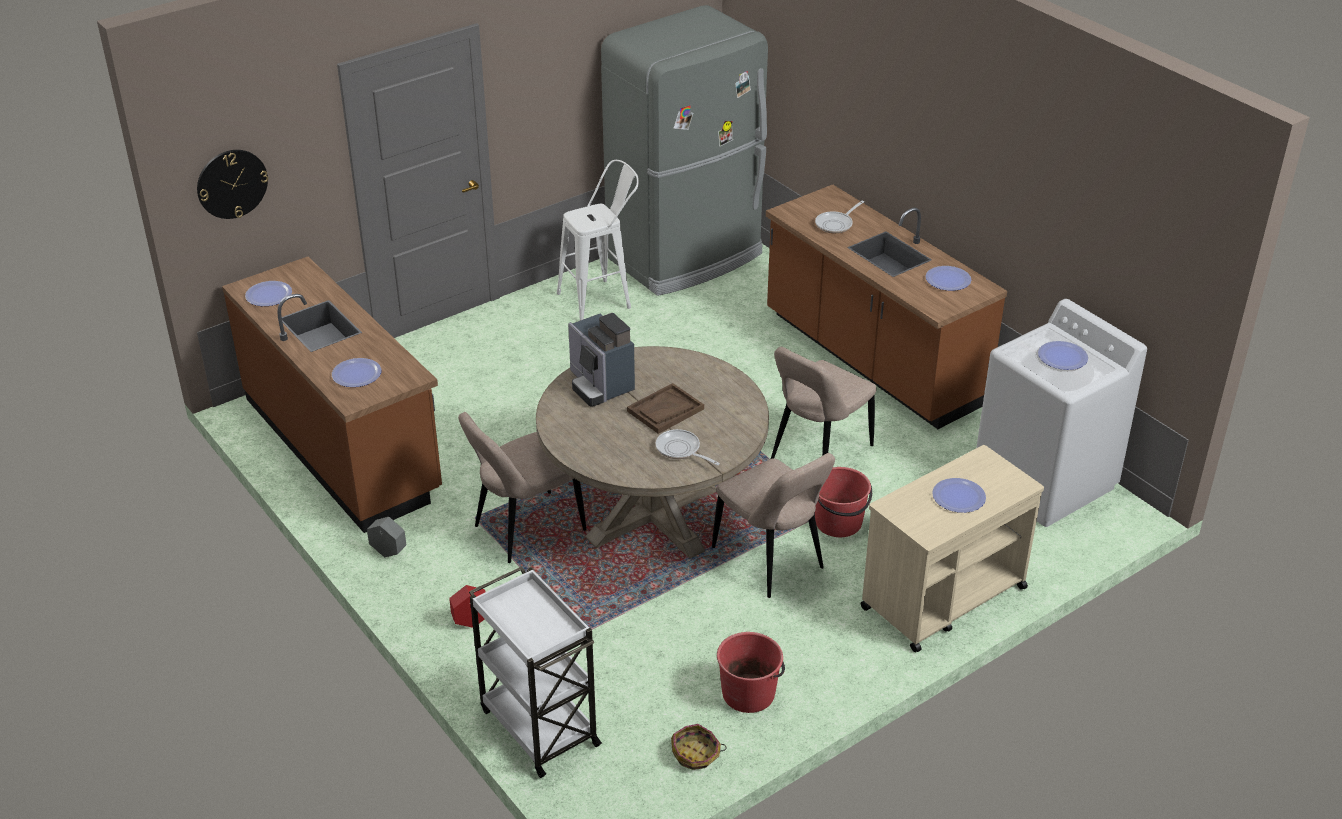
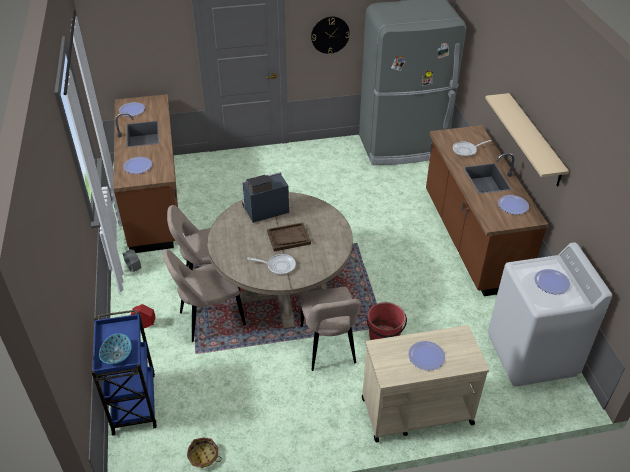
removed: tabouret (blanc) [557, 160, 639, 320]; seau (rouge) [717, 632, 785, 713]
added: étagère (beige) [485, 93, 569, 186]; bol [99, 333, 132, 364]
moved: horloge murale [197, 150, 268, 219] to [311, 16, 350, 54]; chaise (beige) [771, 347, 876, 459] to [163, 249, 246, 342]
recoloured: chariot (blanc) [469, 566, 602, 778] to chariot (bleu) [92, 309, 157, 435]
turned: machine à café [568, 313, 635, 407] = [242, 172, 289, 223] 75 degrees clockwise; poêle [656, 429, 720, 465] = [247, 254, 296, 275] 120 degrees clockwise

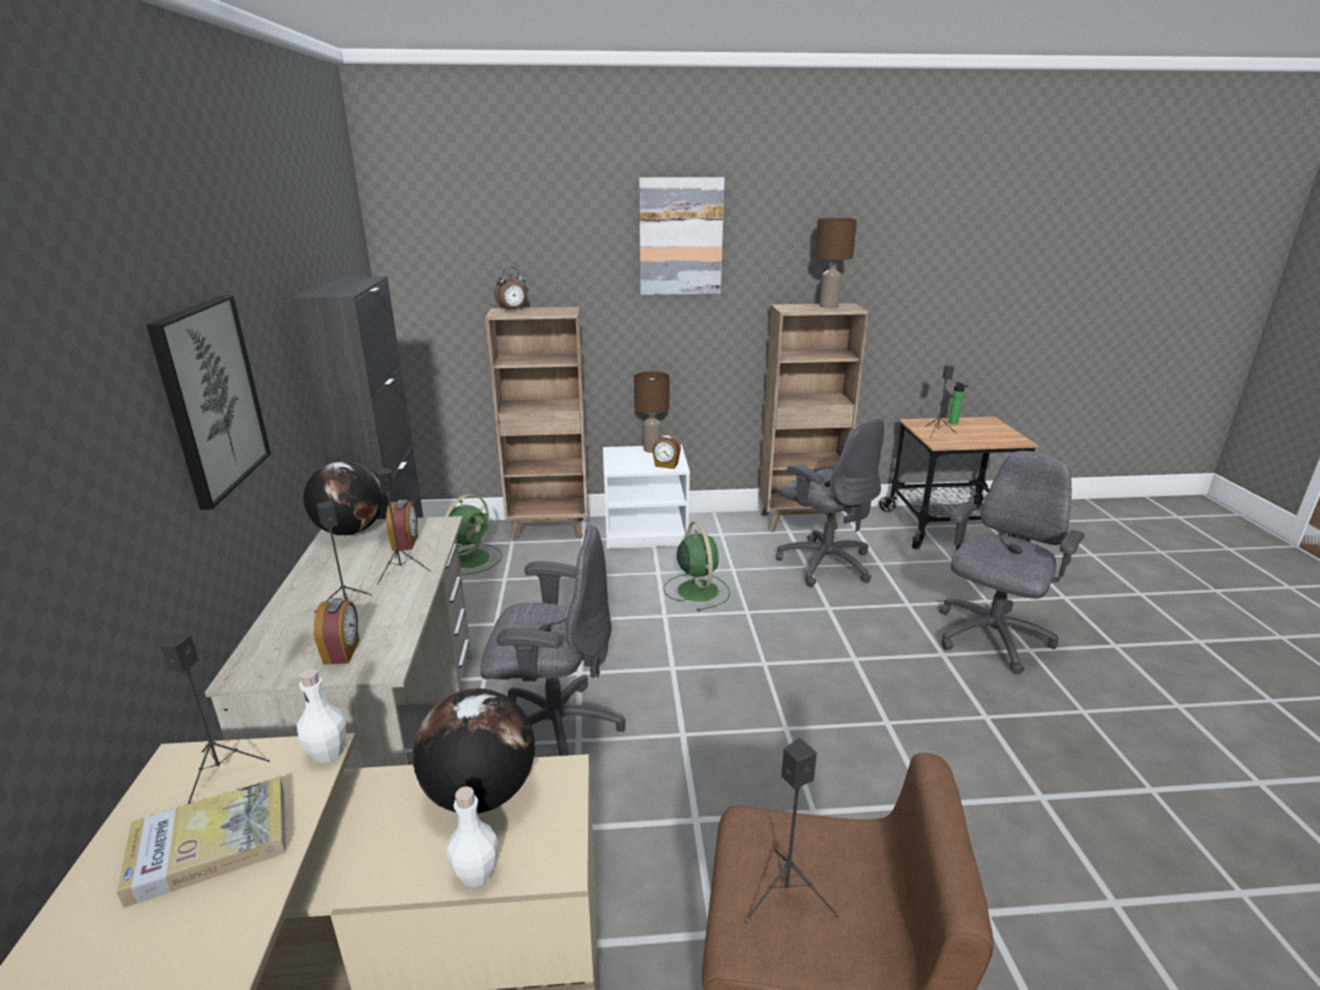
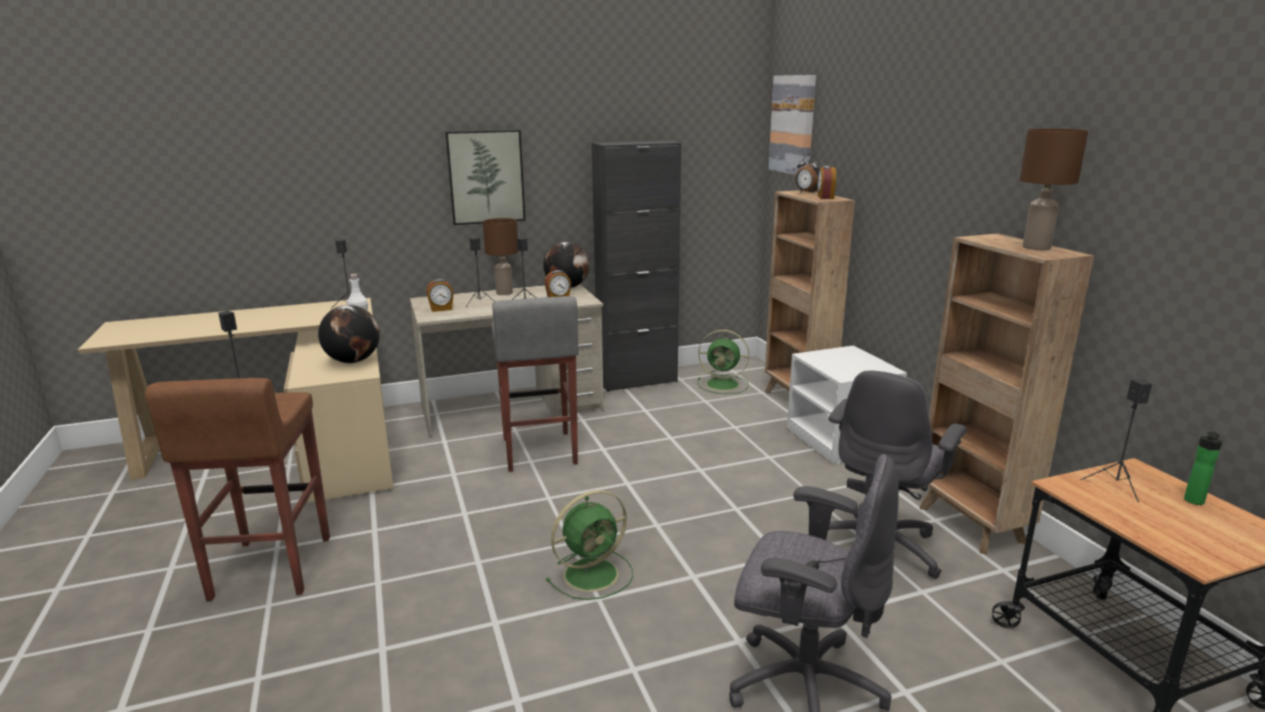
removed: livre [117, 777, 286, 908]; bouteille (blanc) [446, 786, 498, 887]
moved: tableau [639, 177, 725, 295] to [769, 75, 816, 175]; lampe de table (marron) [634, 371, 669, 453] to [483, 218, 518, 295]; réveil [652, 435, 681, 469] to [817, 166, 836, 199]; ventilateur (vert) [664, 521, 730, 611] to [545, 490, 633, 600]
replaced: chaise de bureau (gris) [480, 525, 626, 756] to tabouret (gris) [492, 296, 579, 472]

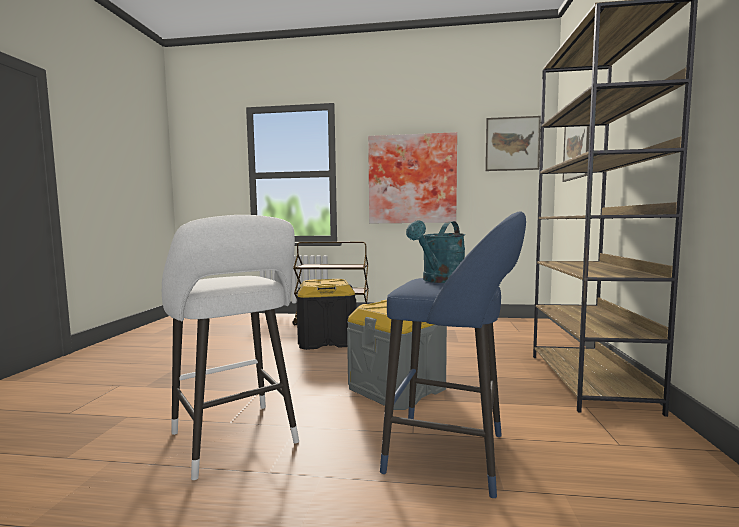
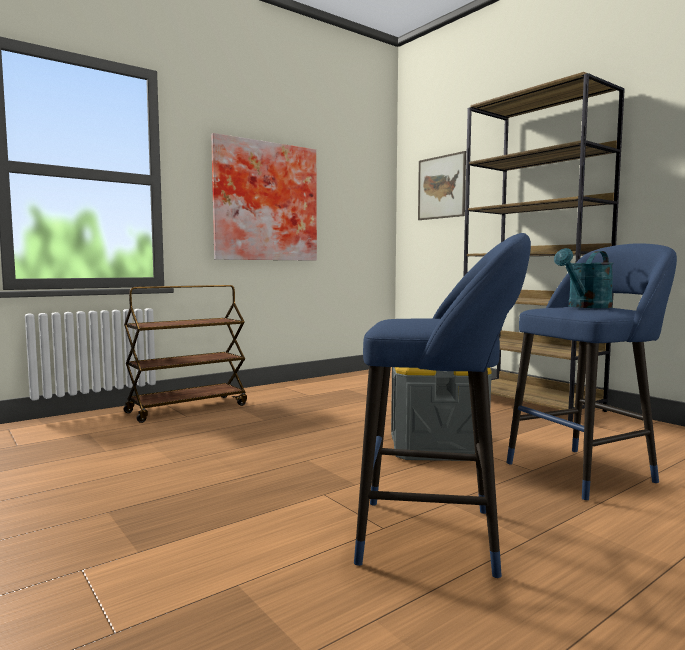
removed: tableau [485, 116, 541, 171]; boîte de rangement (noir) [297, 279, 356, 350]
recoloured: tabouret (blanc) [162, 215, 299, 480] to tabouret (bleu) [354, 233, 531, 578]
turned: arrosoir (turquoise) [406, 220, 465, 283] = [554, 248, 614, 308] 60 degrees clockwise

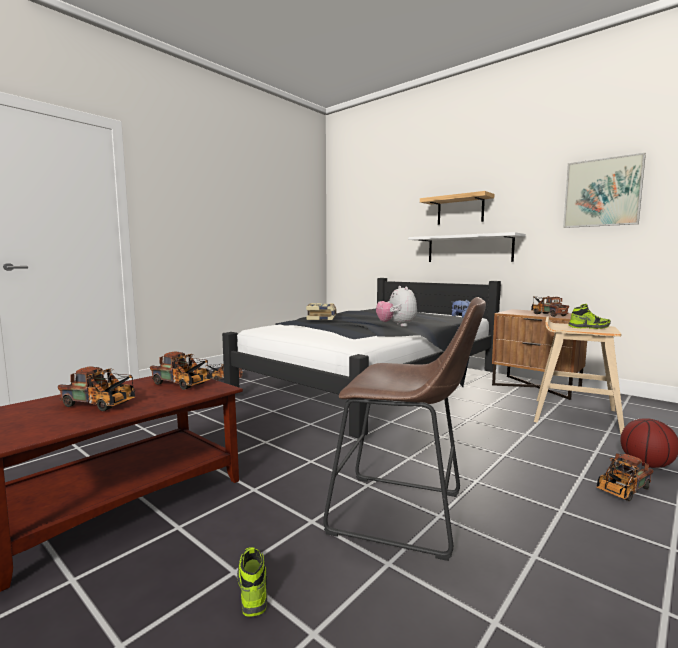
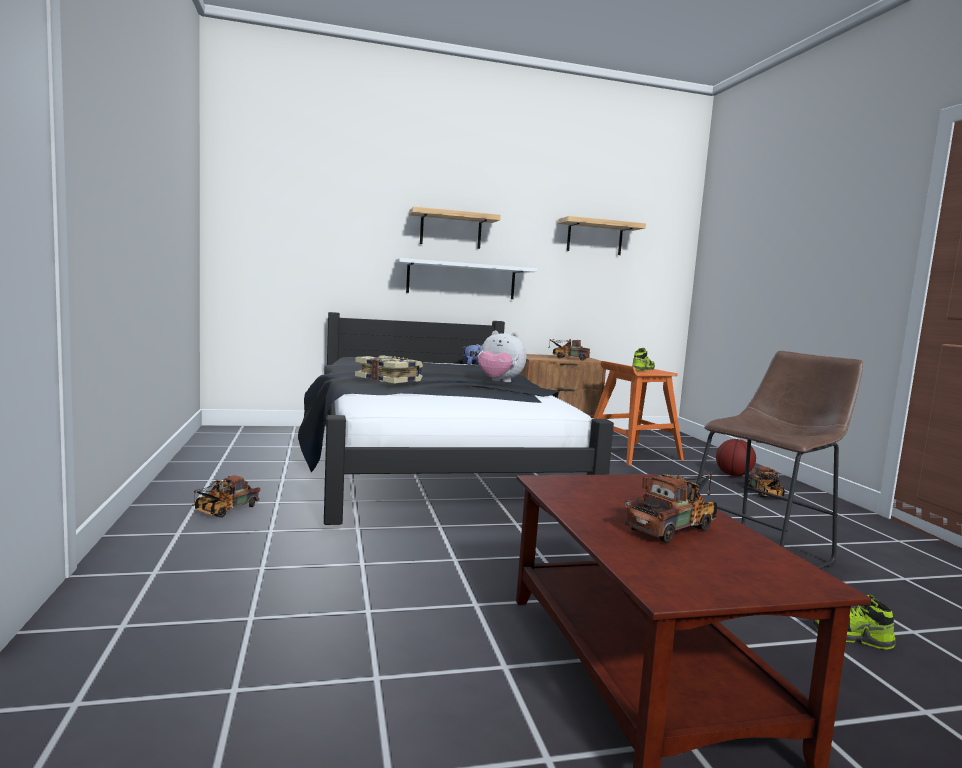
removed: camion jouet [150, 351, 210, 390]
replaced: tableau [563, 153, 646, 228] to étagère [558, 216, 646, 255]
recoloured: tabouret (beige) [534, 316, 624, 434] to tabouret (orange) [593, 361, 684, 465]

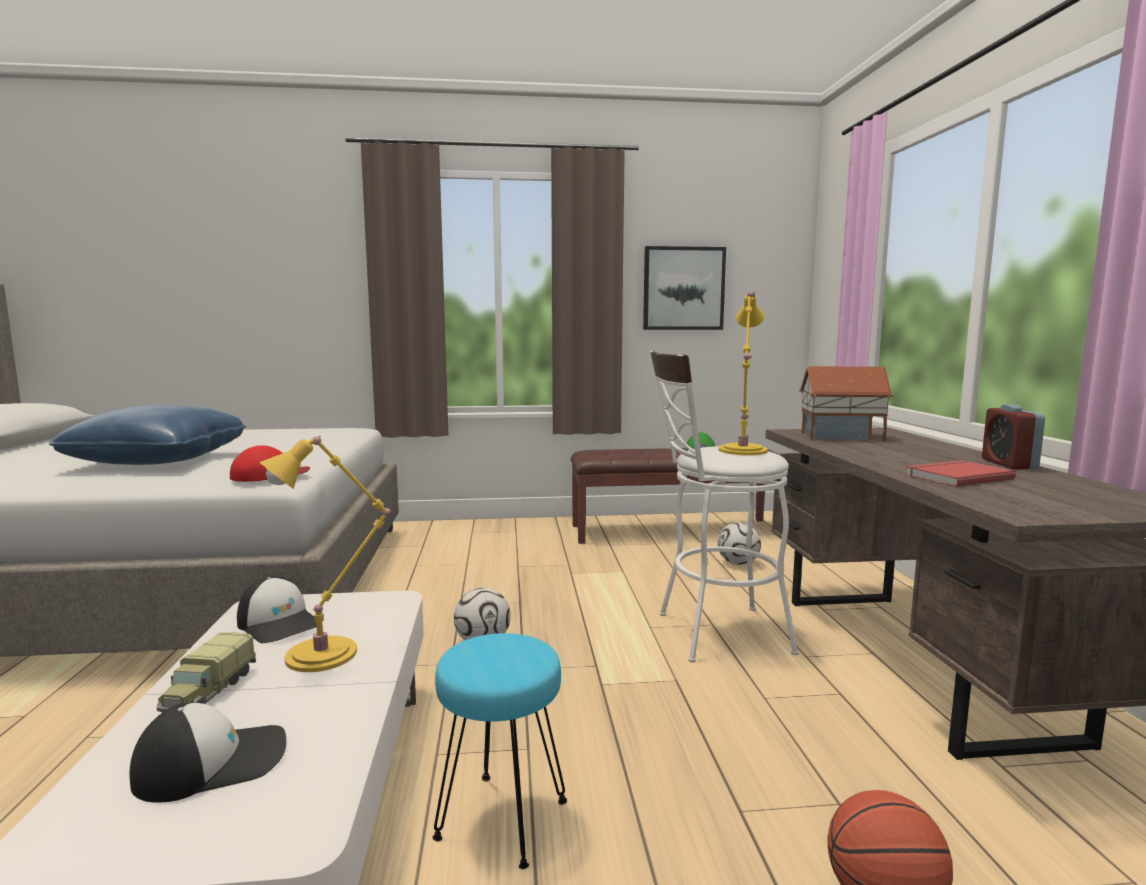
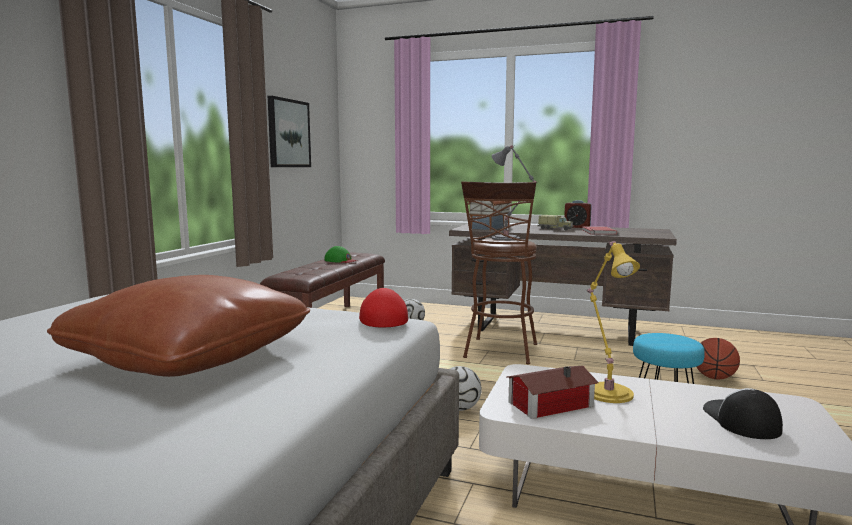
moved: camion jouet [157, 632, 256, 712] to [538, 215, 574, 230]
replaced: casquette [237, 576, 317, 643] to maison miniature [506, 366, 599, 419]
recoloured: lampe de table (jaune) [718, 292, 768, 455] to lampe de table (gris) [491, 145, 538, 241]; tabouret (blanc) [650, 351, 799, 663] to tabouret (marron) [461, 181, 537, 365]; coussin (bleu) [49, 405, 246, 465] to coussin (marron) [47, 275, 310, 377]

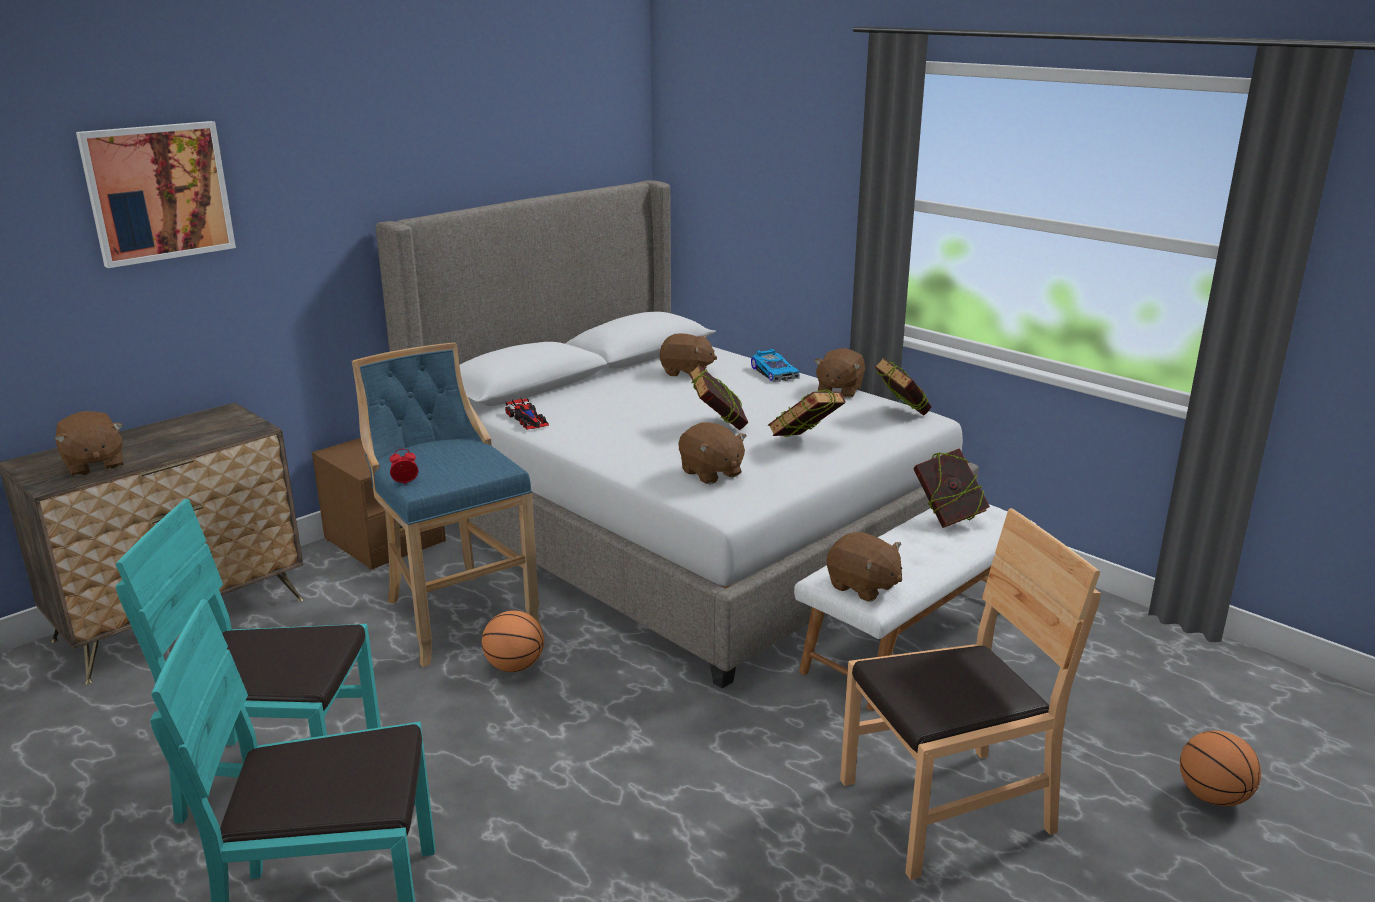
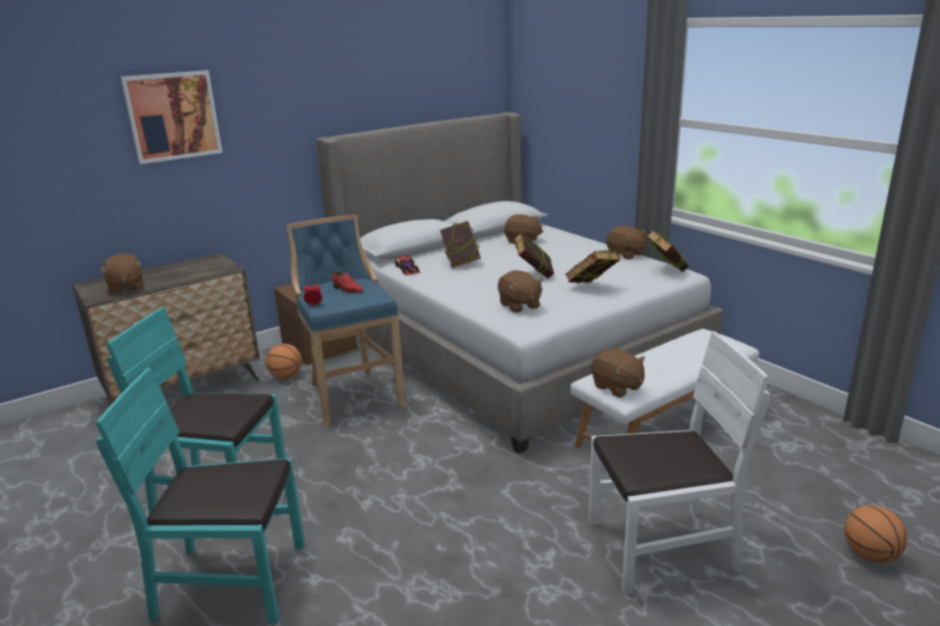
removed: petite voiture [751, 349, 800, 382]
added: chaussure (rouge) [332, 271, 363, 293]
moved: livre [914, 448, 990, 528] to [440, 221, 481, 268]; ballon de basket [482, 611, 544, 672] to [265, 344, 302, 379]
recoloured: chaise (marron) [840, 508, 1101, 880] to chaise (blanc) [588, 331, 770, 595]
turned: peluche (marron) [814, 348, 865, 398] = [606, 225, 647, 259] 75 degrees counterclockwise

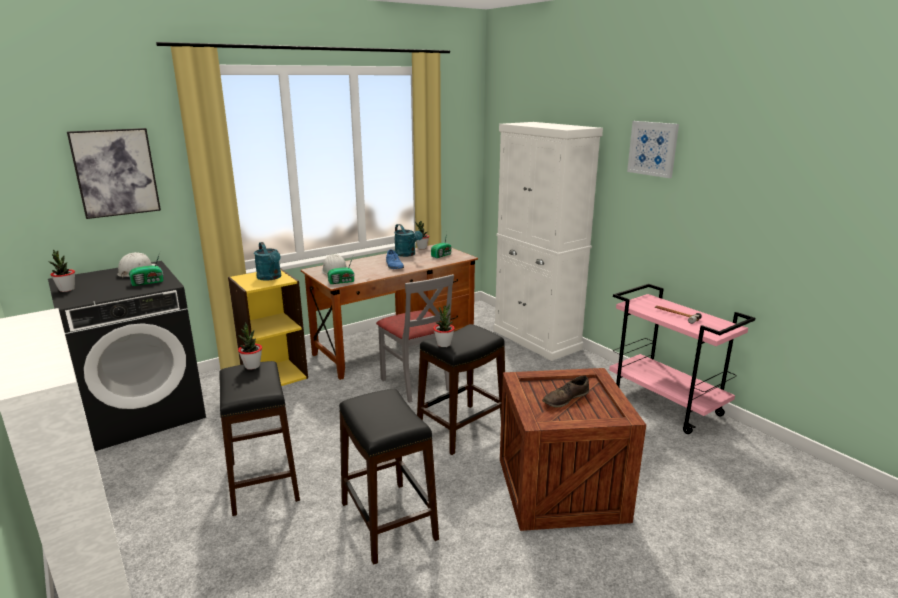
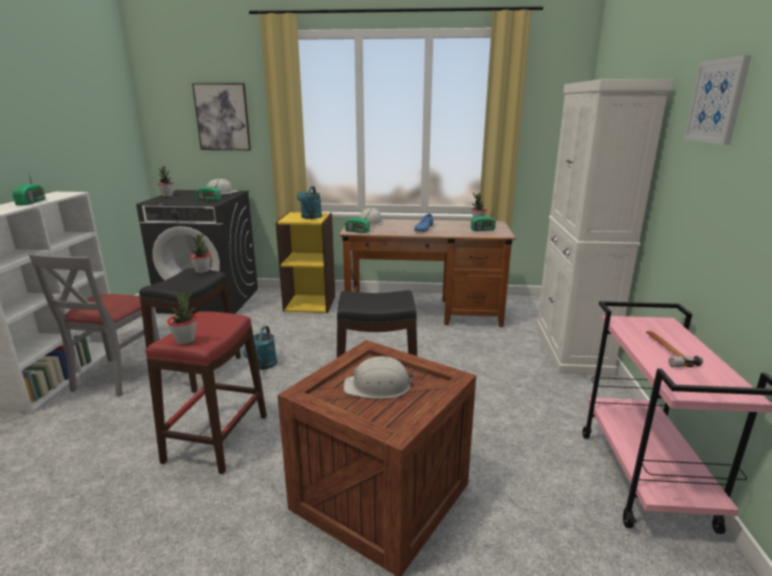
added: radio [12, 169, 46, 205]
moved: arrosoir (turquoise) [394, 224, 423, 257] to [243, 326, 277, 370]; chaise (gris) [376, 274, 454, 403] to [29, 254, 160, 397]; plante en pot [433, 303, 455, 347] to [167, 290, 197, 344]
replaced: chaussure (marron) [542, 376, 589, 407] to casque de chantier (blanc) [343, 356, 415, 399]
recoloured: tabouret (noir) [339, 389, 439, 565] to tabouret (rouge) [146, 311, 267, 474]

